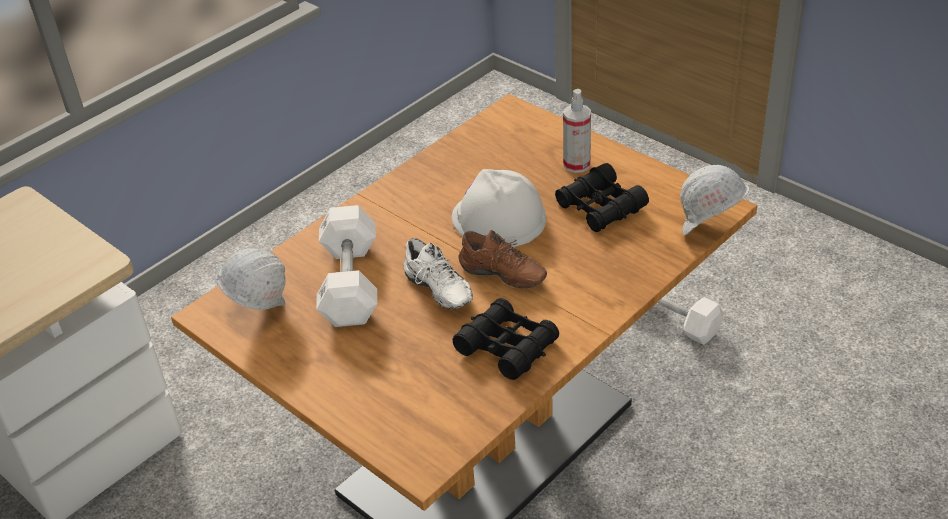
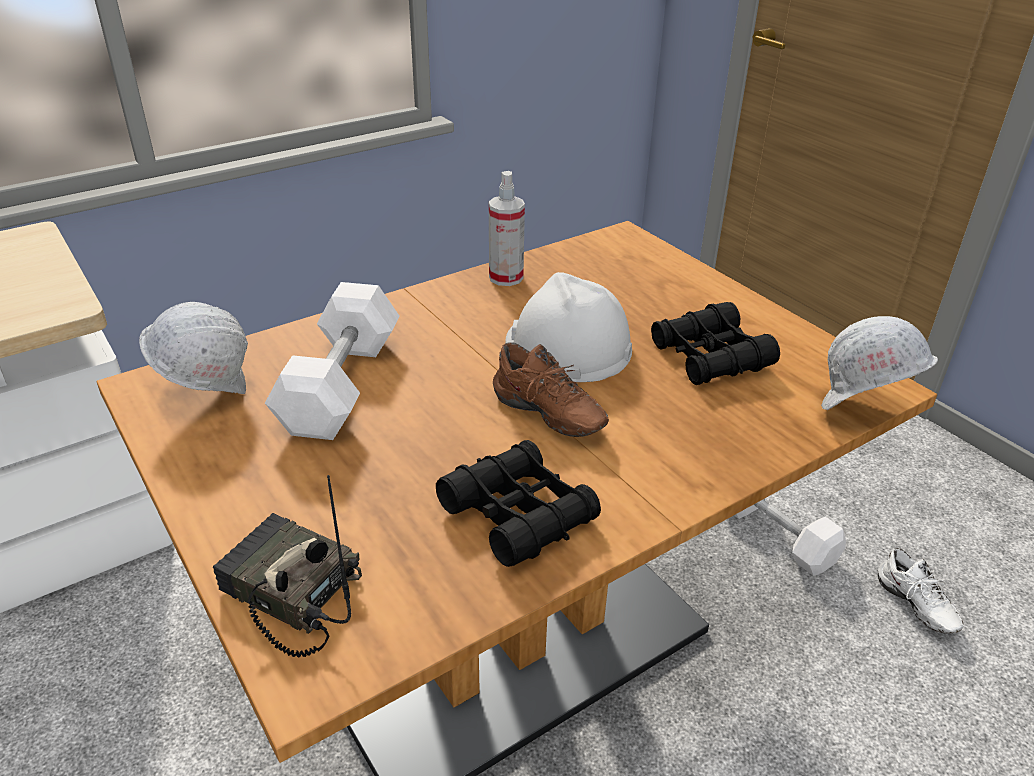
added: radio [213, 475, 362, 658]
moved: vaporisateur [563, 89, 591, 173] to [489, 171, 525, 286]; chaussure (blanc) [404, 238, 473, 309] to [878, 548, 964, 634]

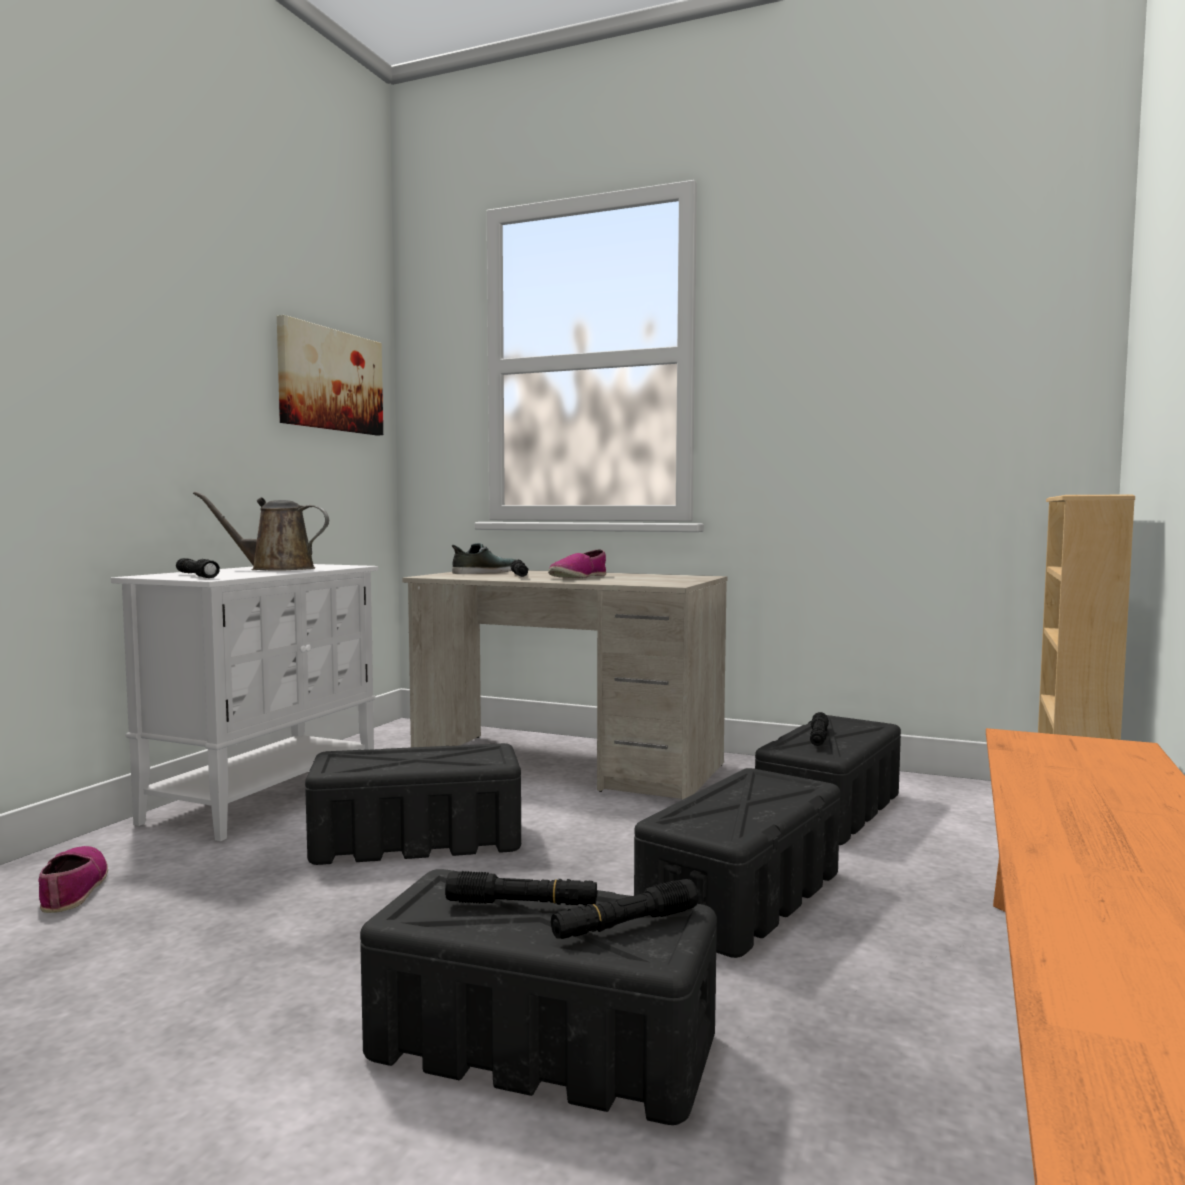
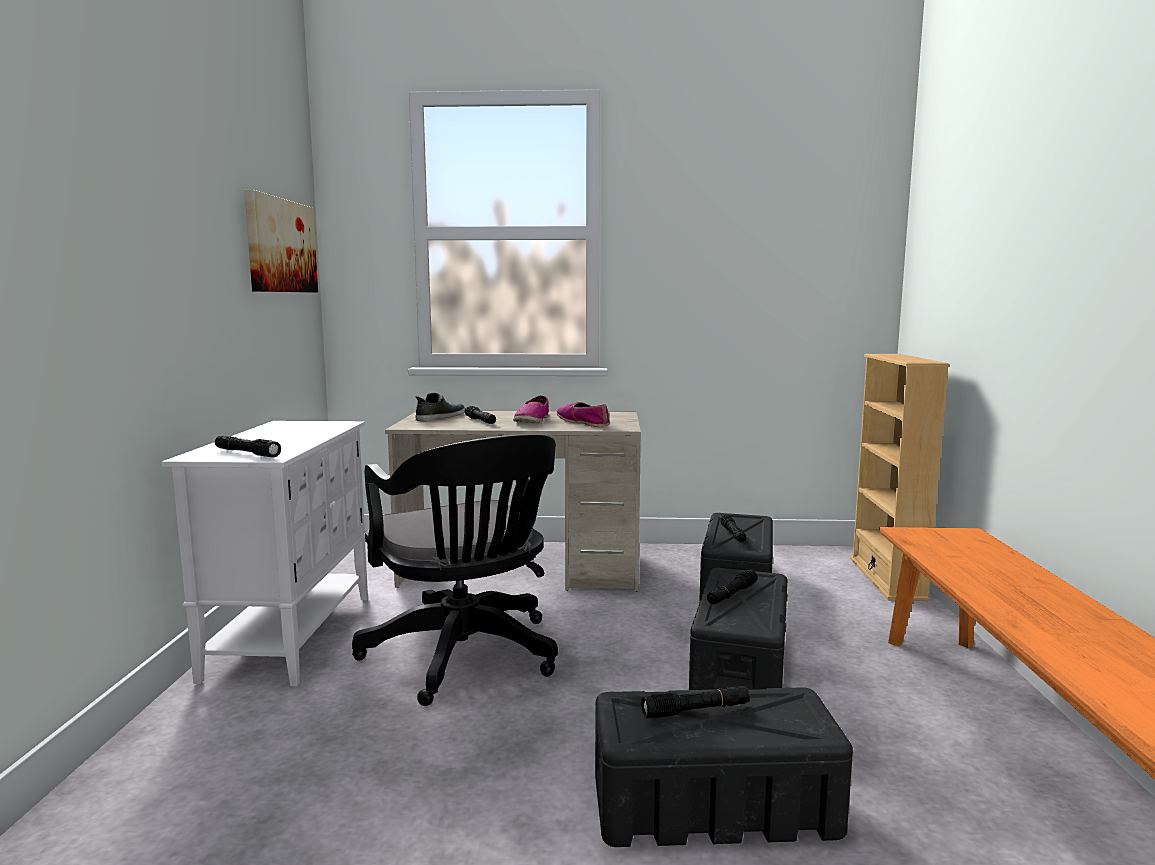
removed: arrosoir (marron) [193, 491, 329, 571]
moved: chaussure [38, 846, 108, 913] to [557, 402, 610, 427]; lampe de poche (noir) [551, 879, 699, 939] to [707, 570, 758, 604]
replaced: boîte de rangement (noir) [305, 743, 521, 865] to chaise de bureau (noir) [352, 434, 558, 706]

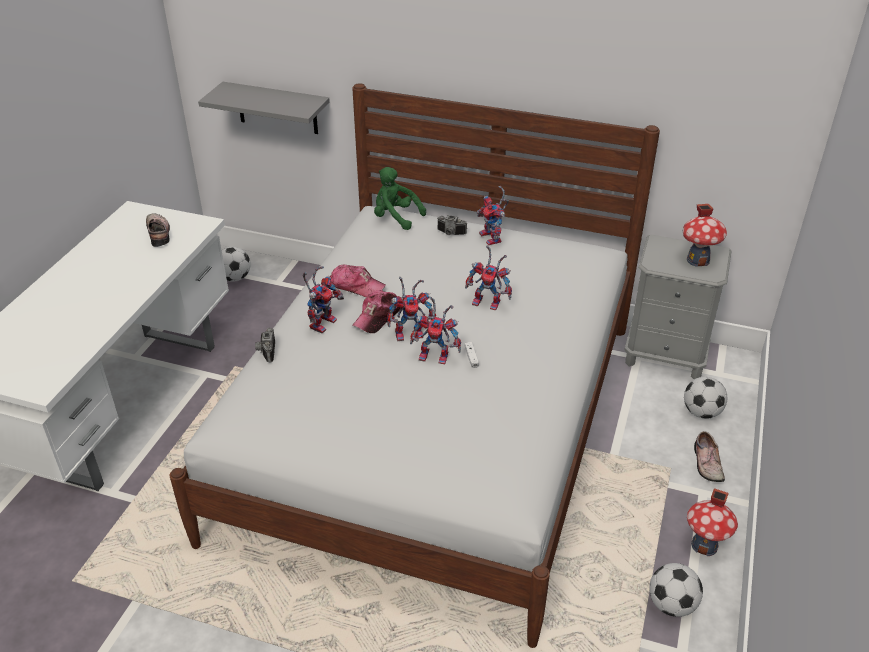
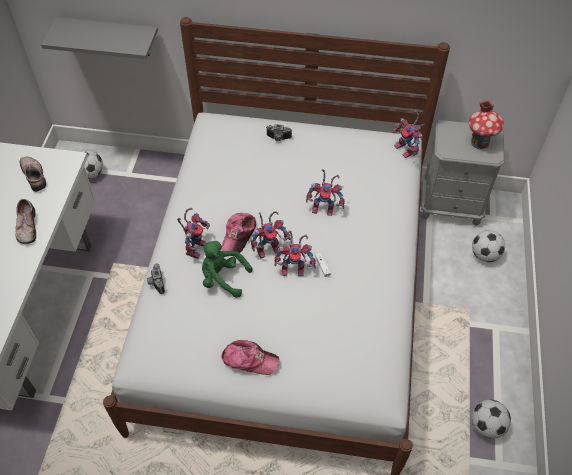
removed: maison miniature [687, 488, 738, 556]
moved: peluche (vert) [374, 167, 426, 230] to [202, 241, 252, 298]; robot jouet [476, 186, 509, 245] to [393, 111, 425, 158]; casquette [330, 265, 386, 297] to [221, 340, 280, 375]; chaussure [694, 431, 725, 482] to [15, 199, 36, 244]

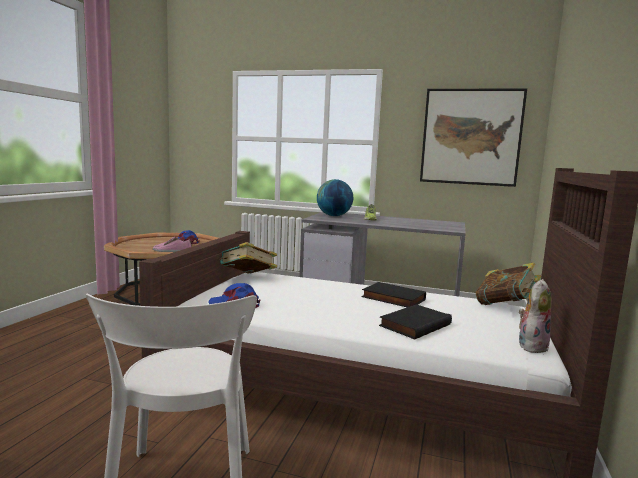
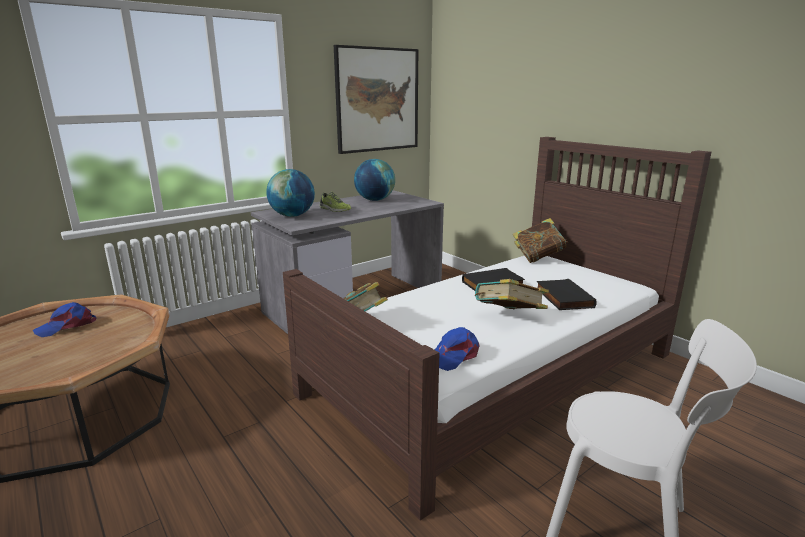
removed: chaussure [153, 237, 192, 252]; peluche [519, 279, 552, 353]
added: globe [354, 159, 395, 201]; livre [475, 279, 549, 309]

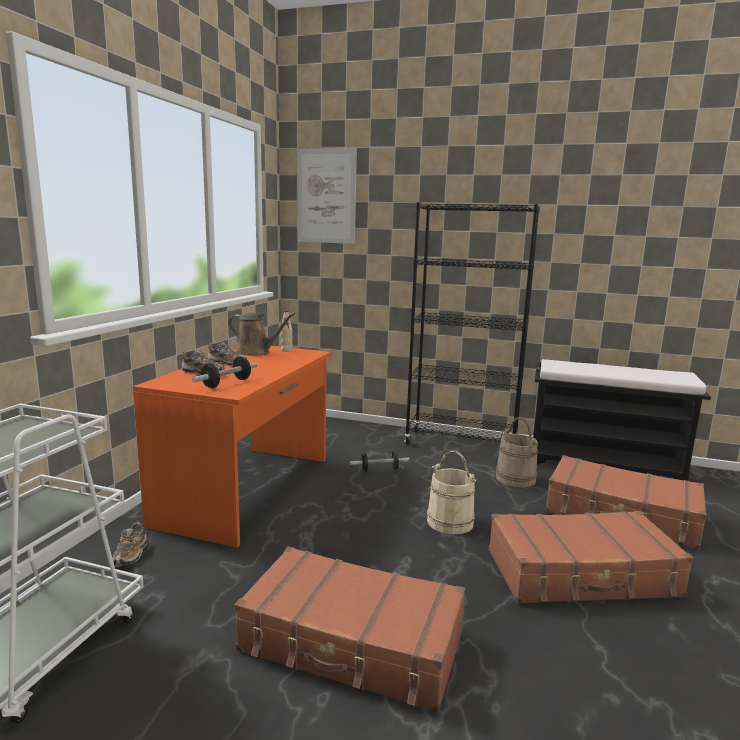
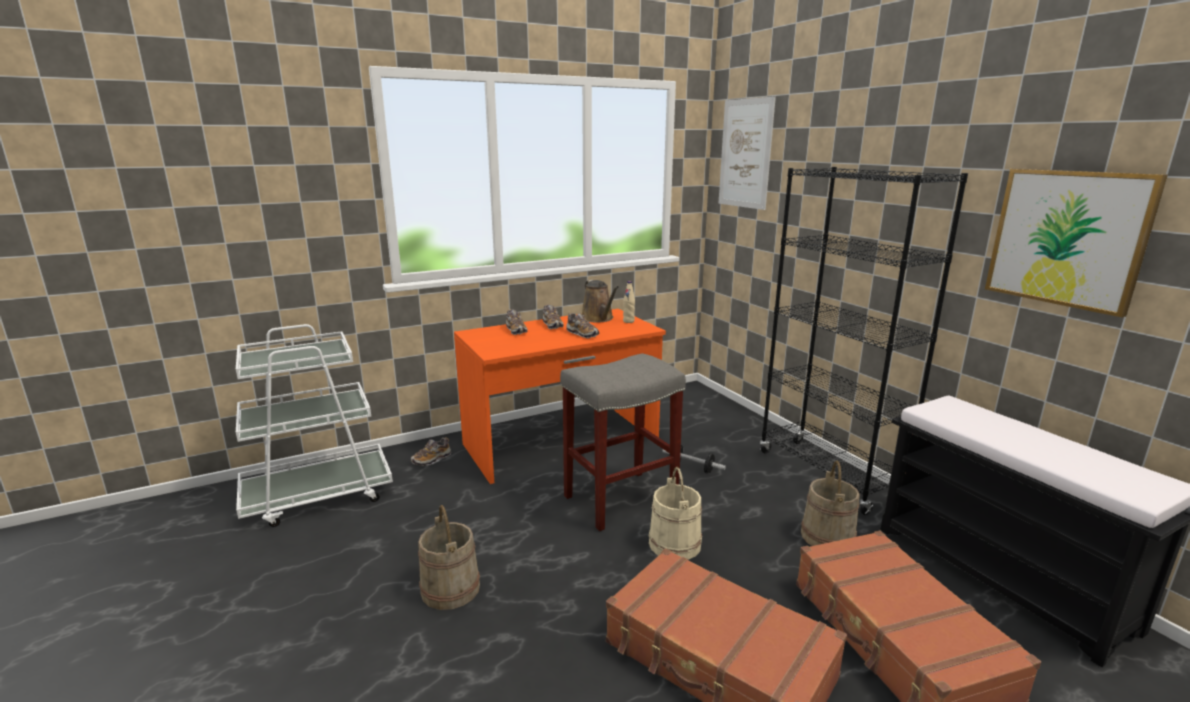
removed: haltère [192, 357, 257, 388]
added: tableau [985, 169, 1168, 318]; chaussure [566, 313, 599, 338]; tabouret (gris) [560, 354, 686, 531]
replaced: valise (marron) [235, 547, 465, 713] to seau (beige) [418, 505, 480, 610]

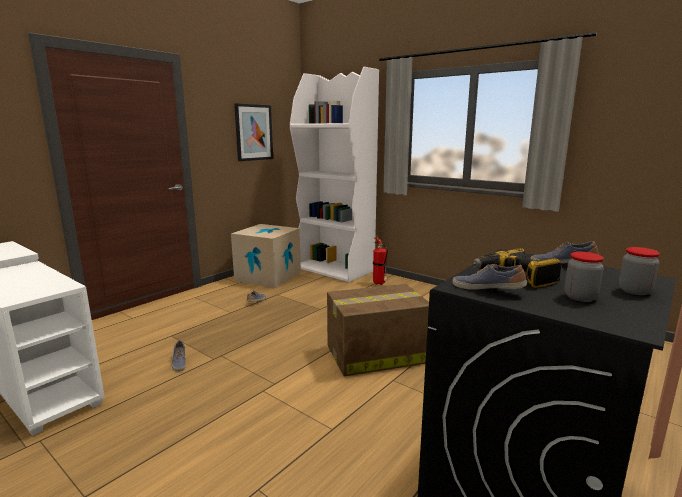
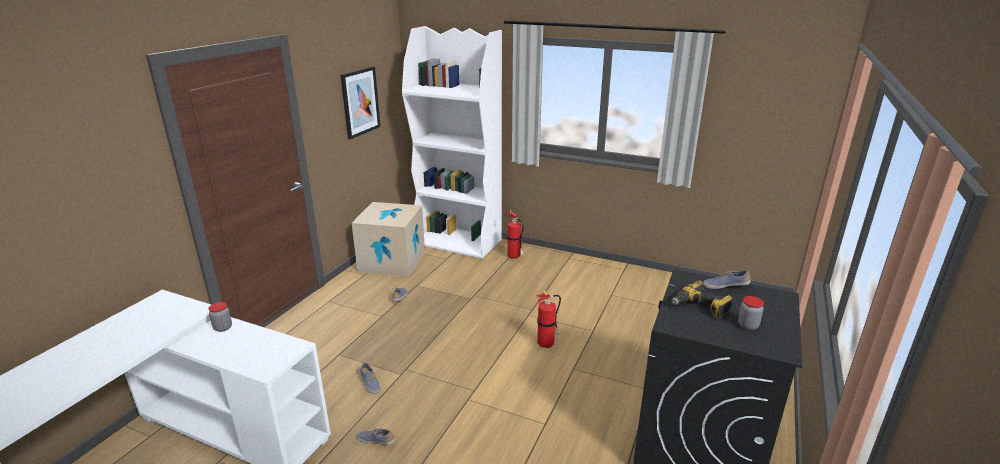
moved: bocal [619, 247, 660, 295] to [208, 302, 232, 332]; chaussure [452, 264, 527, 290] to [357, 428, 395, 445]
replaced: carton [327, 284, 429, 376] to extincteur [536, 290, 561, 348]

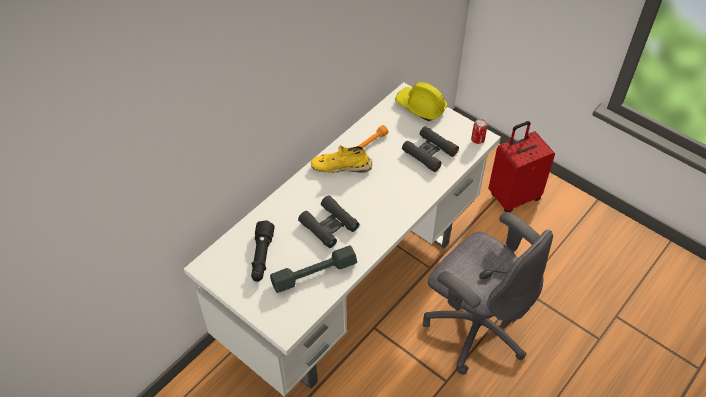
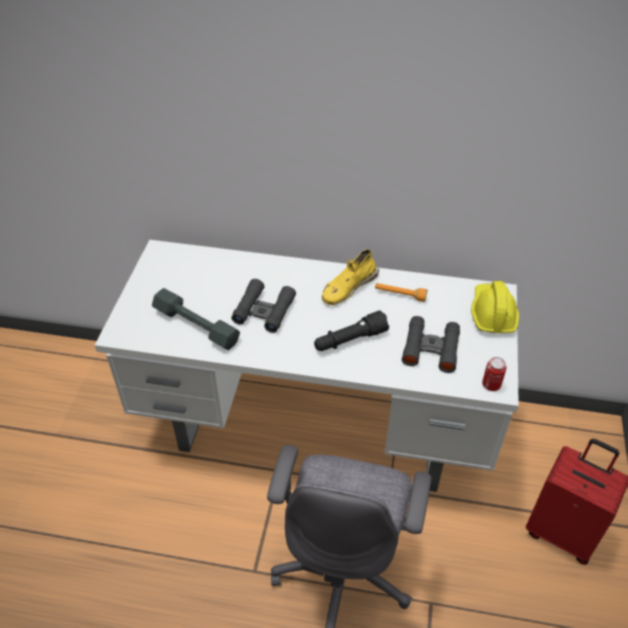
moved: lampe de poche (noir) [251, 220, 275, 282] to [314, 310, 389, 351]
turned: chaussure (jaune) [311, 145, 373, 173] = [322, 249, 379, 305] 105 degrees counterclockwise

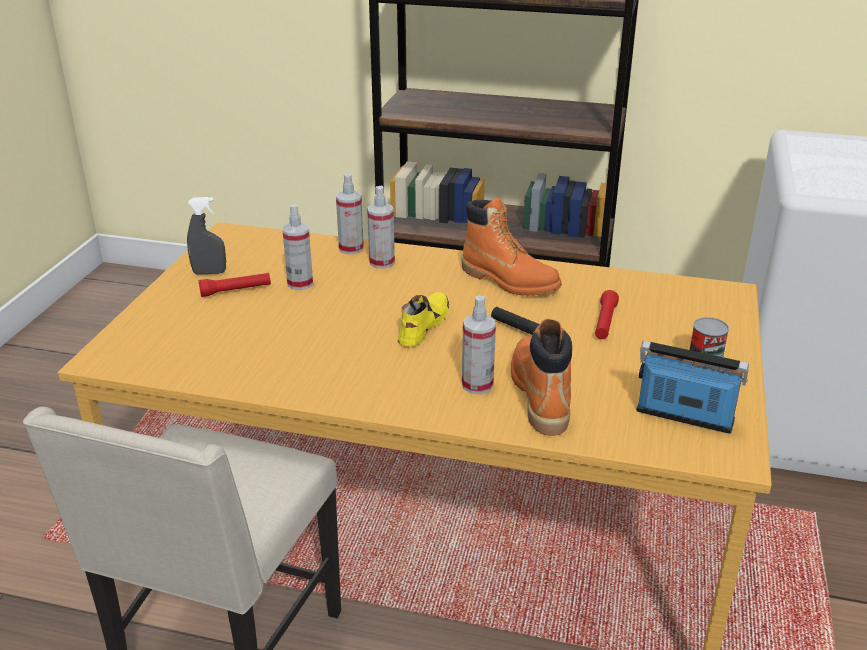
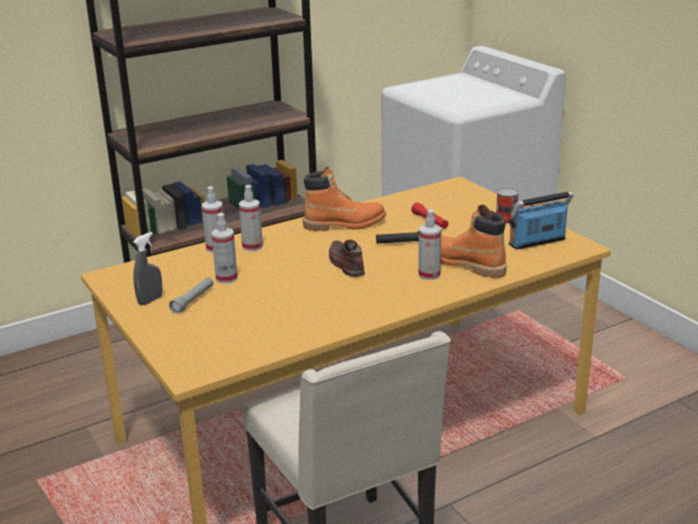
recoloured: lampe de poche (rouge) [199, 273, 271, 297] to lampe de poche (gris) [169, 278, 213, 314]; chaussure (jaune) [398, 292, 449, 347] to chaussure (marron) [329, 240, 365, 277]

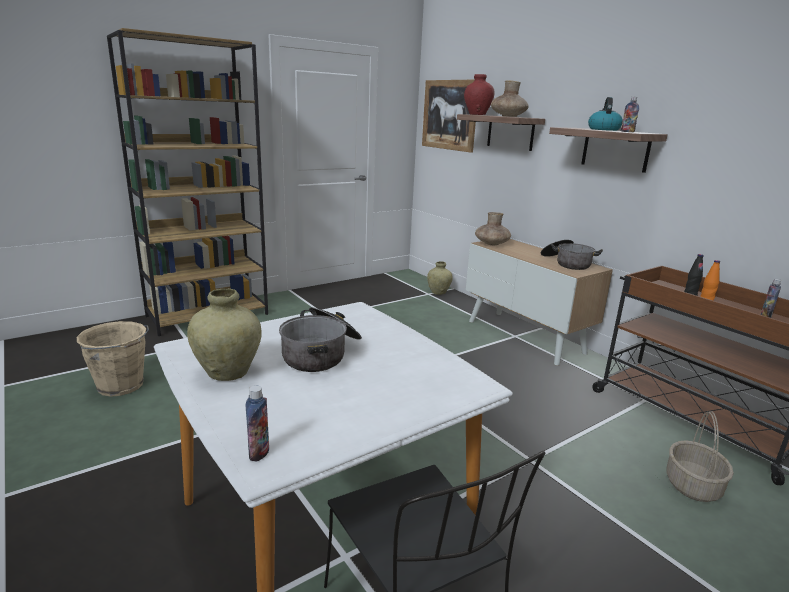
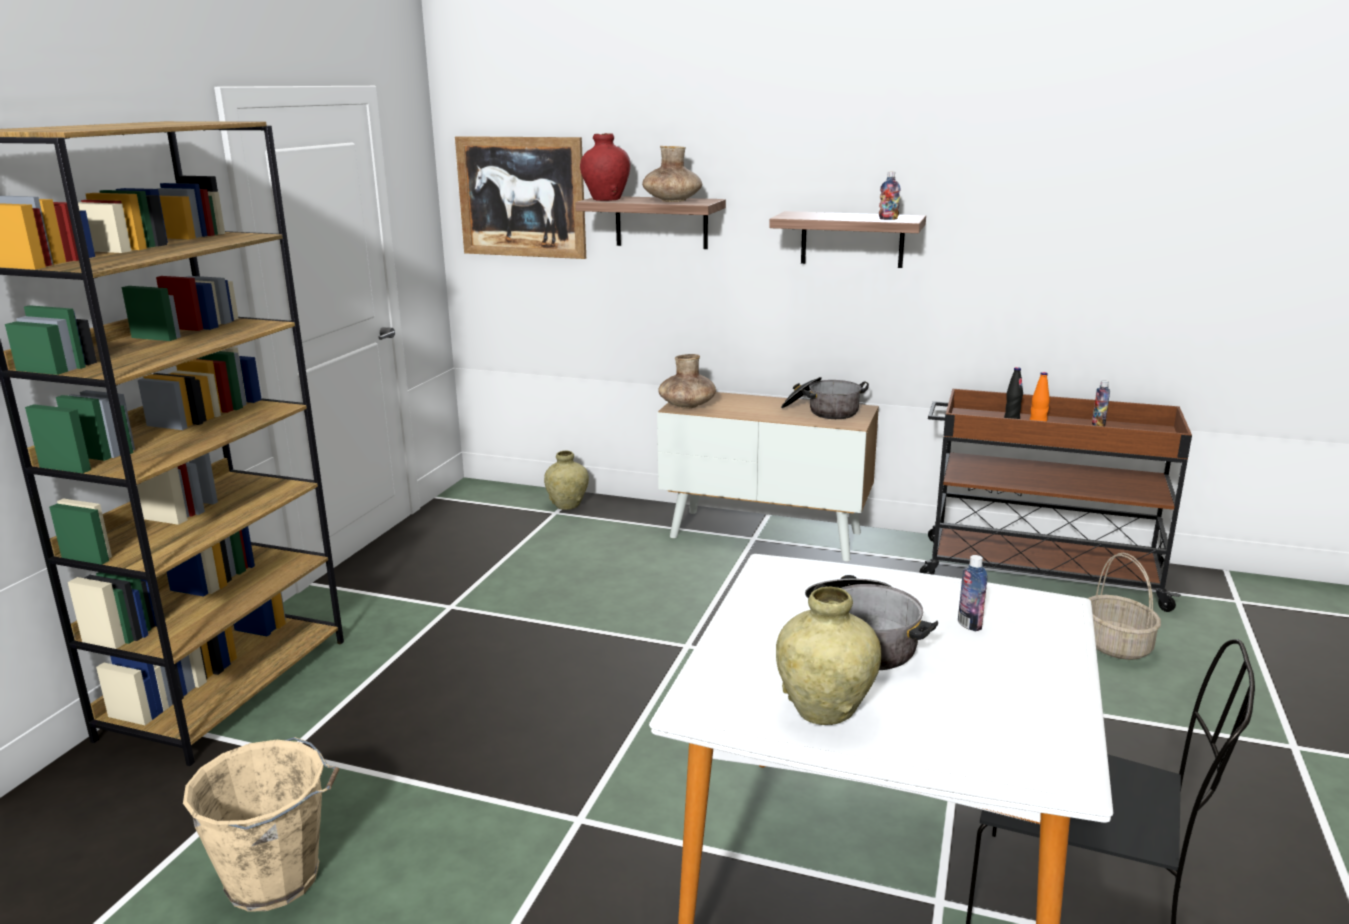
removed: bouilloire [588, 97, 623, 131]
moved: bouteille [246, 386, 269, 462] to [958, 555, 987, 631]

